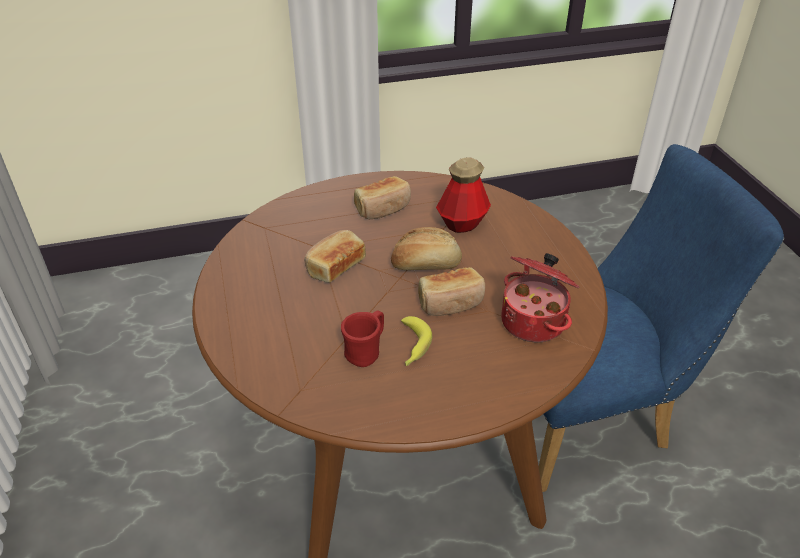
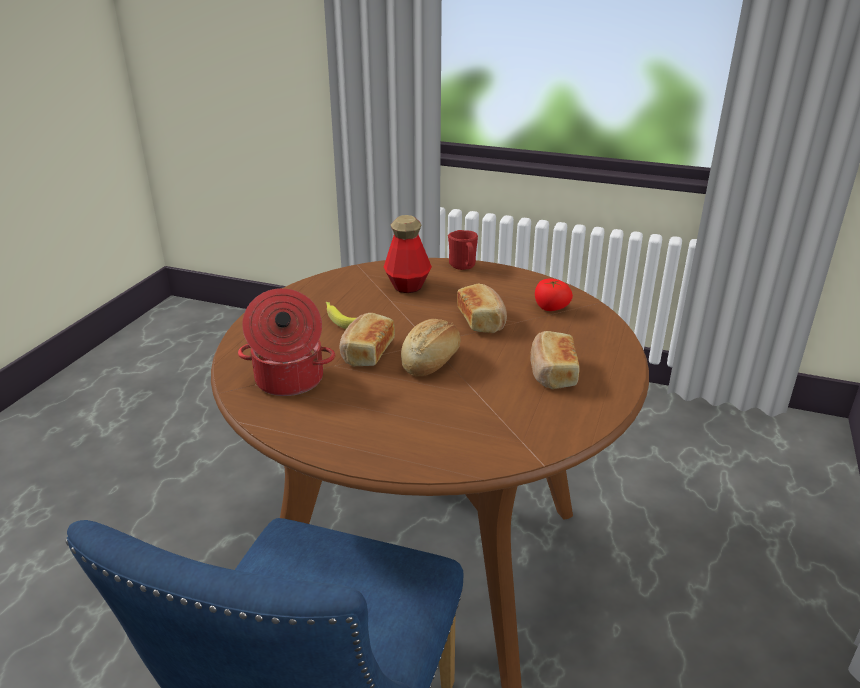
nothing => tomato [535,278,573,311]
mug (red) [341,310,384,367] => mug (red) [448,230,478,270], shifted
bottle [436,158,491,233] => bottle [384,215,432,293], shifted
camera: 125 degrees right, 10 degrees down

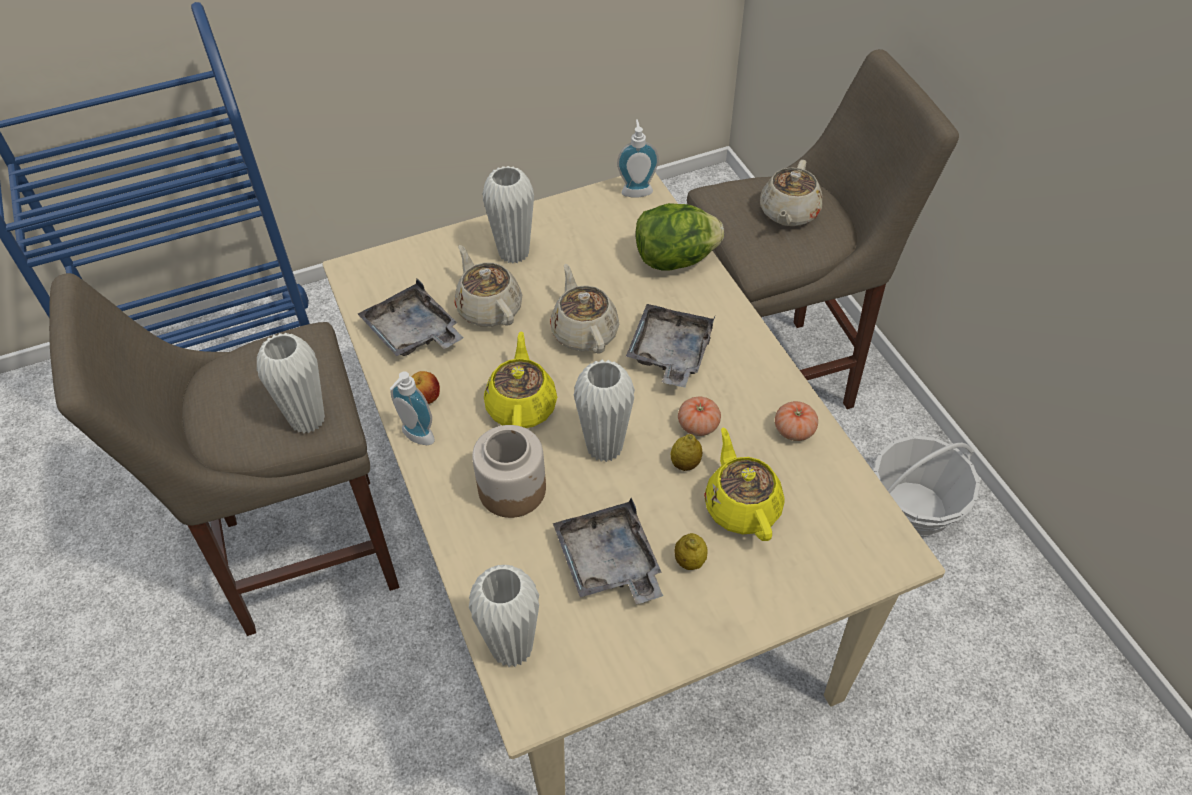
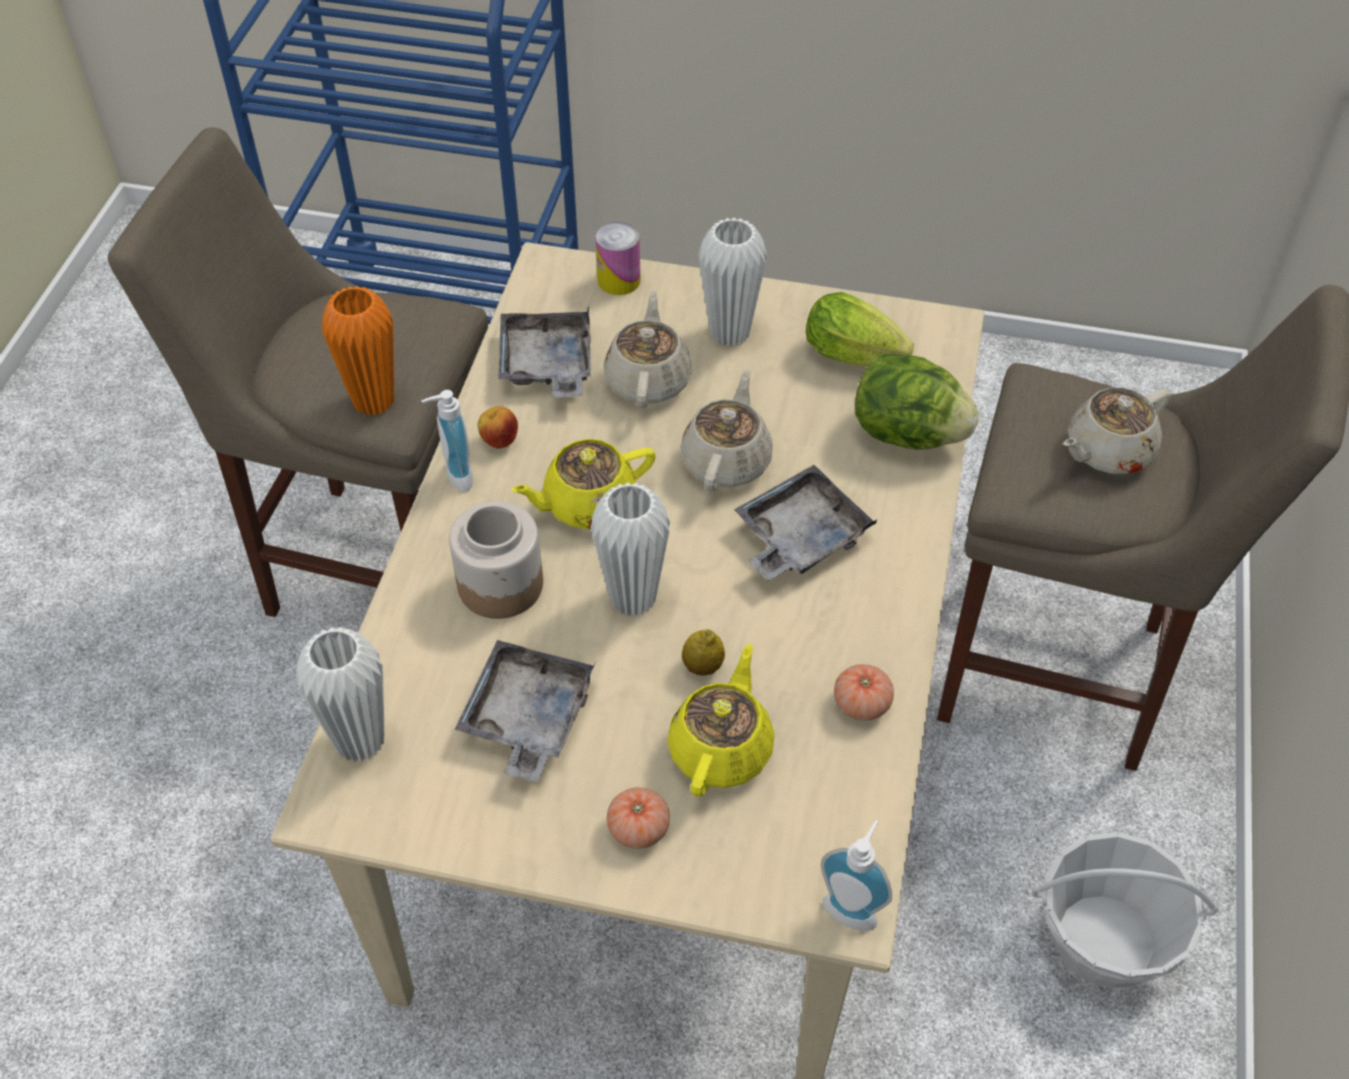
lemon [674,533,707,570] => nothing
nothing => can [595,222,641,295]
nothing => lettuce [806,292,914,366]
soap dispenser [617,119,659,198] => soap dispenser [821,821,892,931], shifted
tomato [678,396,721,436] => tomato [606,787,670,849], shifted
vase (white) [257,333,325,434] => vase (orange) [322,286,394,416]
teapot (yellow) [484,331,557,428] => teapot (yellow) [511,439,656,529], 150 degrees counterclockwise
camera: 35 degrees right, 0 degrees up

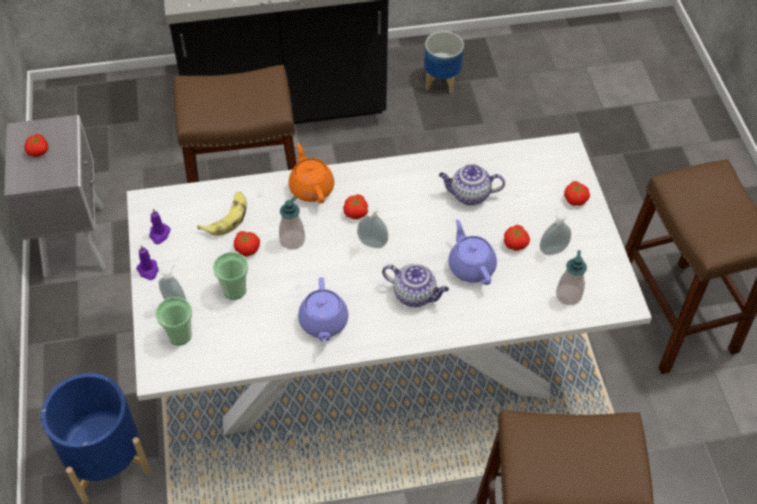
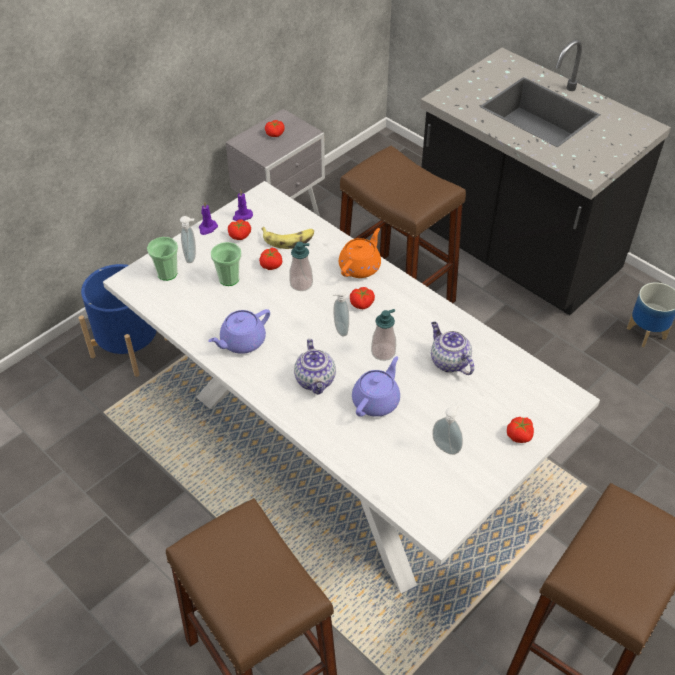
tomato [504,225,530,251] => tomato [228,219,251,240], shifted
soap dispenser [556,250,587,305] => soap dispenser [371,309,396,361], shifted
camera: 55 degrees right, 5 degrees down

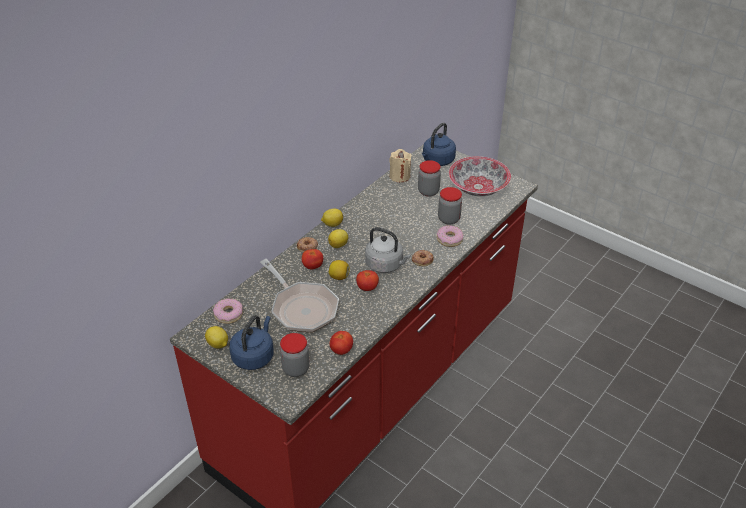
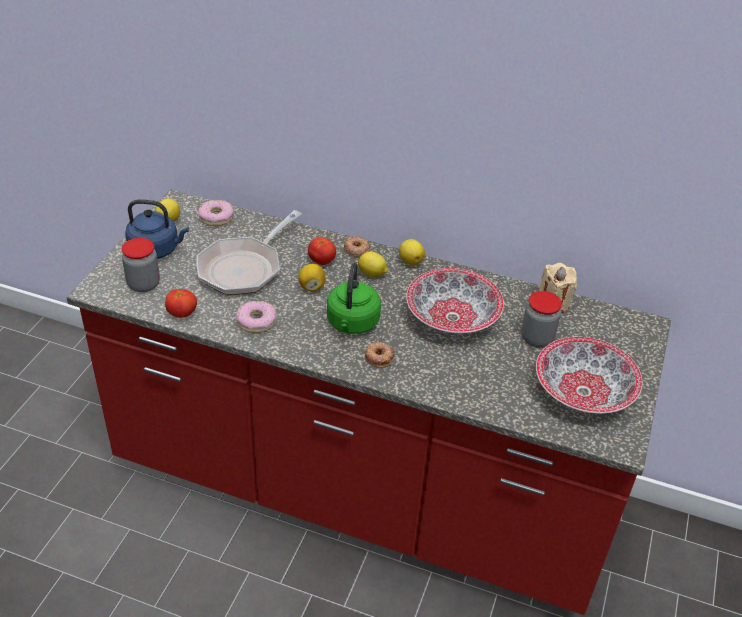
tomato [356,270,379,291] => nothing
kettle (blue) [422,123,456,166] => nothing
jar [438,187,462,225] => nothing
nothing => bowl [406,268,504,335]
donut [437,225,463,247] => donut [236,301,277,333], shifted
kettle (grey) [365,227,411,273] => kettle (green) [327,263,381,334]
camera: 70 degrees right, 0 degrees up

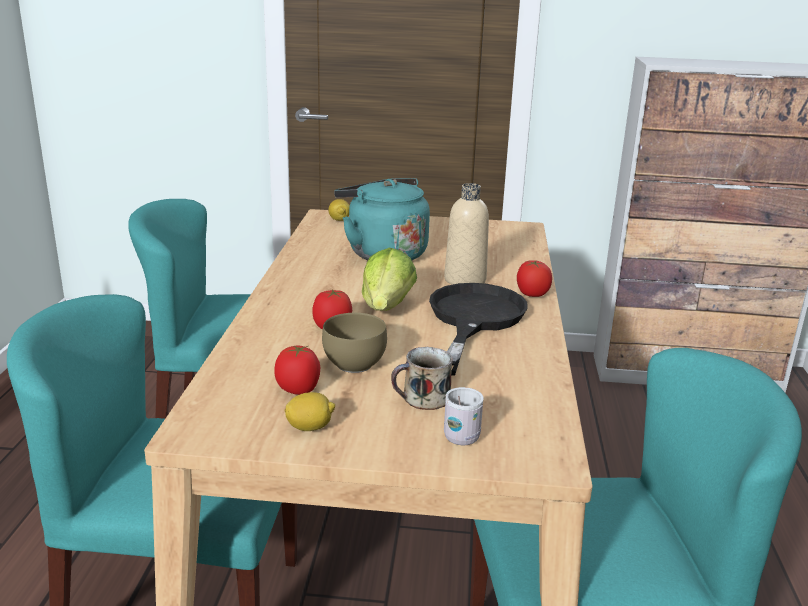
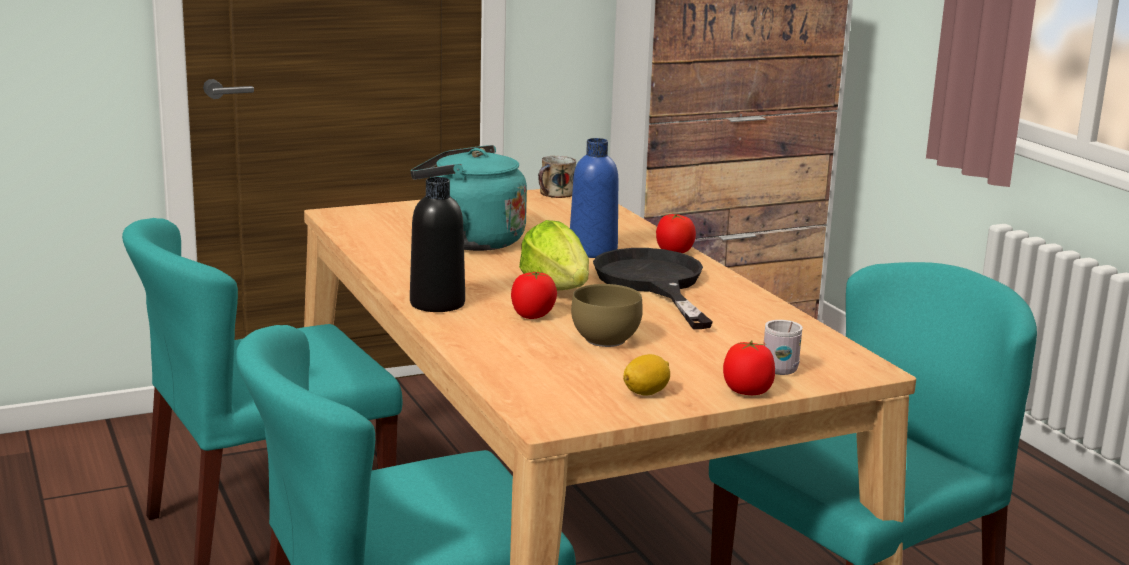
lemon [328,199,350,221] => nothing
nothing => bottle (black) [410,177,465,312]
tomato [274,346,320,395] => tomato [723,340,775,395], shifted
mug [391,347,453,410] => mug [538,156,576,198], shifted
bottle (beige) [444,183,489,285] => bottle (blue) [570,138,618,258]
camera: 30 degrees left, 5 degrees down

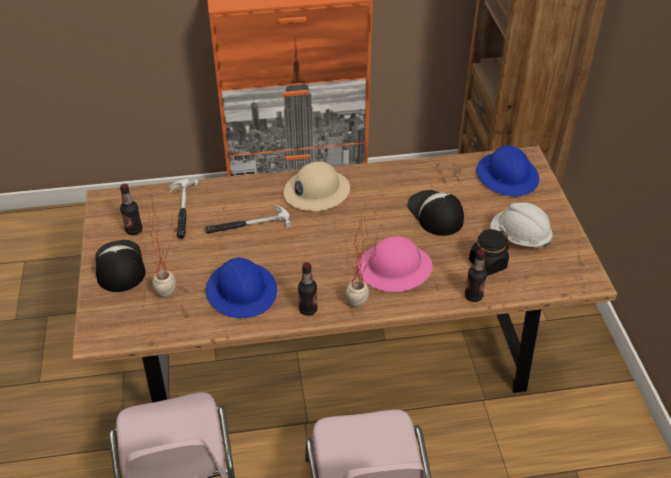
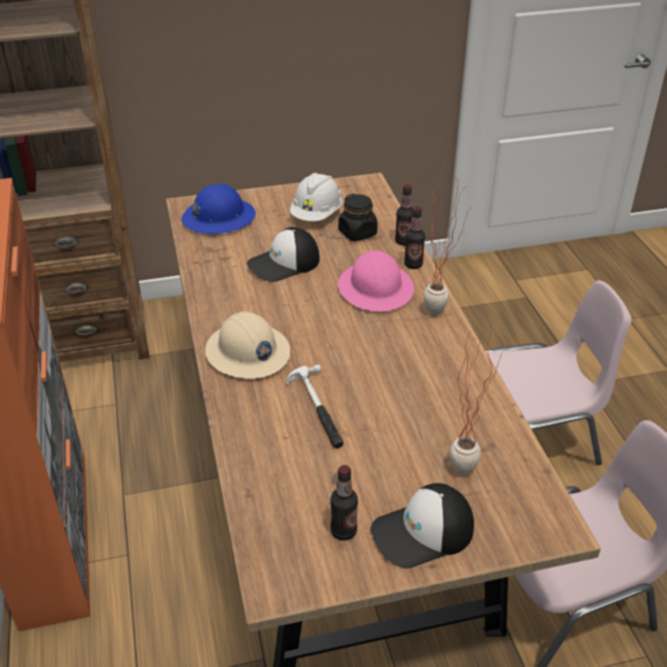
hammer [169,179,199,239] => nothing
hard hat (blue) [205,257,277,318] => nothing
bottle [298,262,318,316] => bottle [404,207,425,269], shifted
camera: 95 degrees left, 5 degrees down

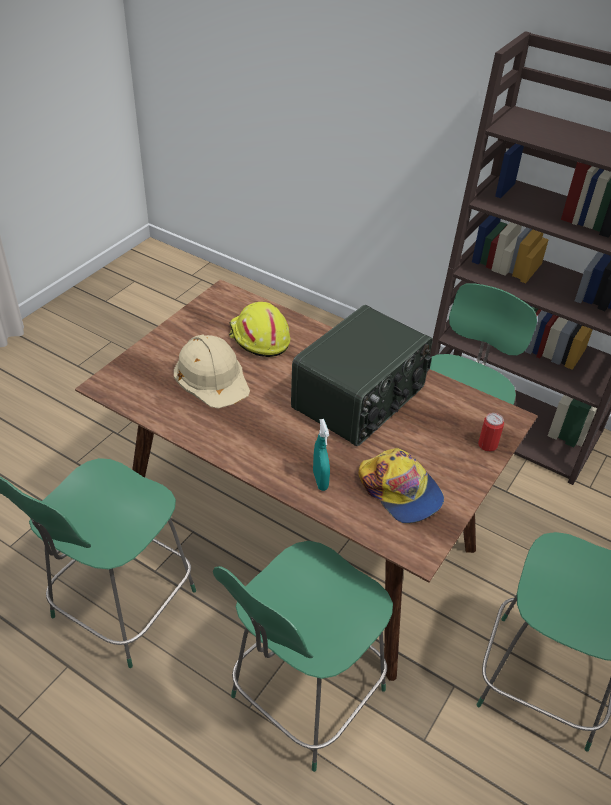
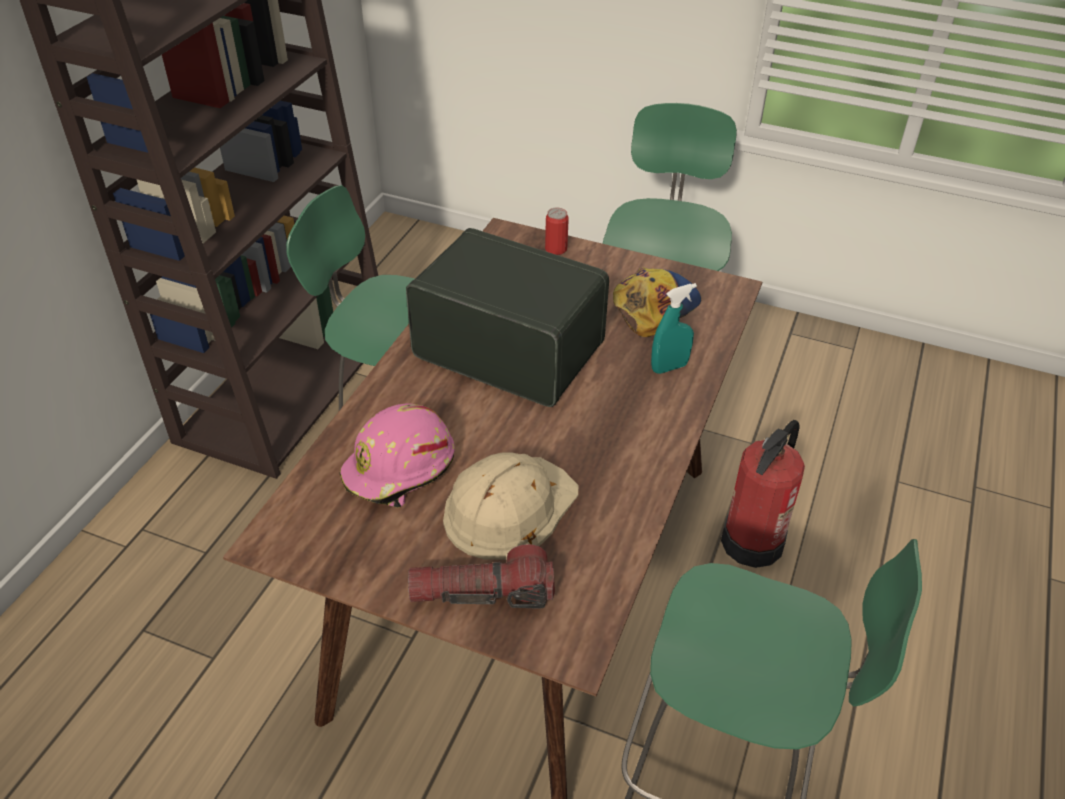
nothing => flashlight [408,544,555,609]
chair (green) [213,541,393,772] => fire extinguisher [721,420,805,568]
hard hat (yellow) [229,302,290,357] => hard hat (pink) [340,404,455,508]
camera: 100 degrees left, 0 degrees up

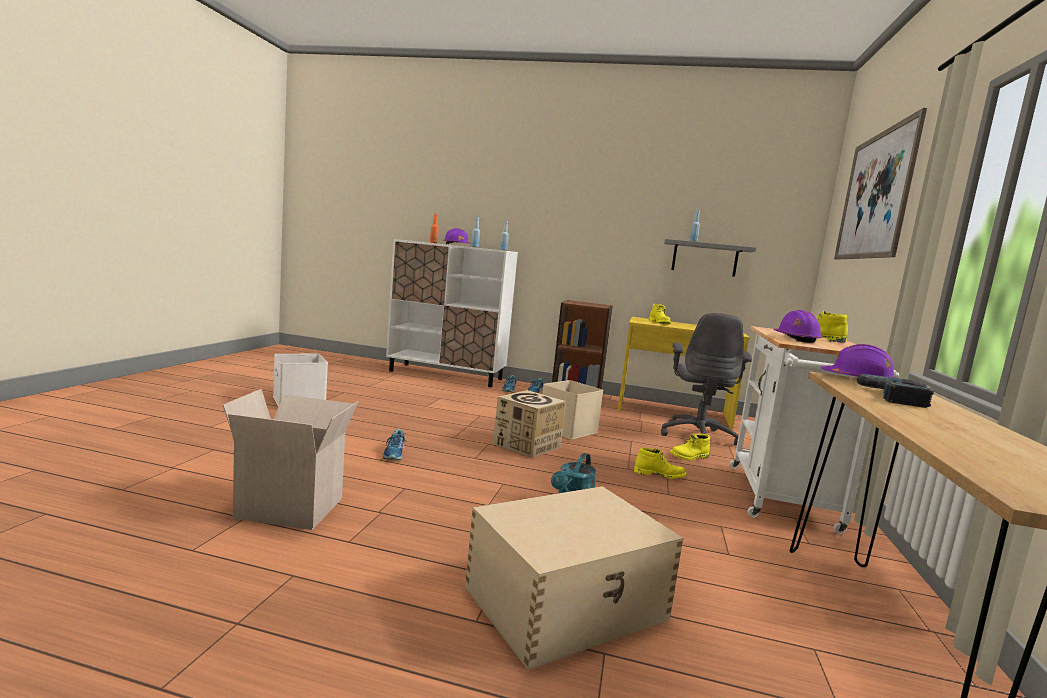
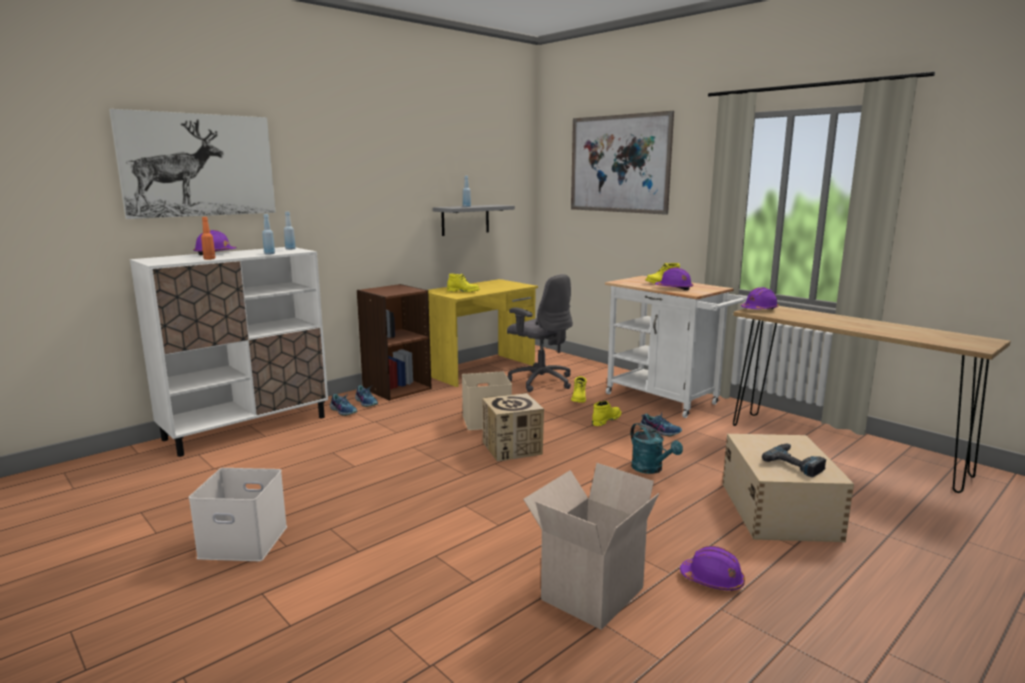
nothing => picture [109,109,276,219]
nothing => hard hat (purple) [680,546,745,591]
shoe [383,429,407,460] => shoe [640,413,682,437], shifted
power drill [857,374,934,408] => power drill [762,443,827,477], shifted
camera: 55 degrees left, 5 degrees up

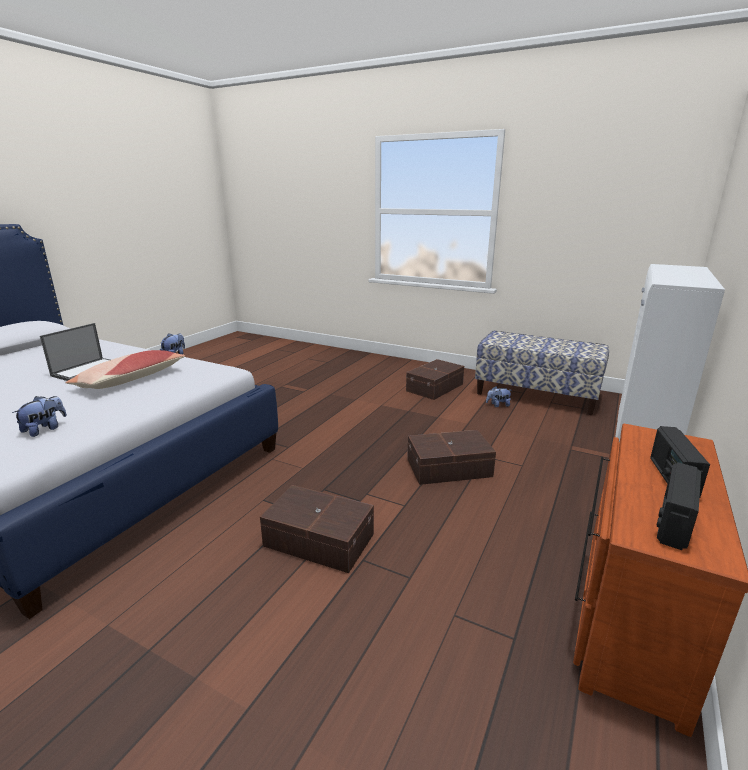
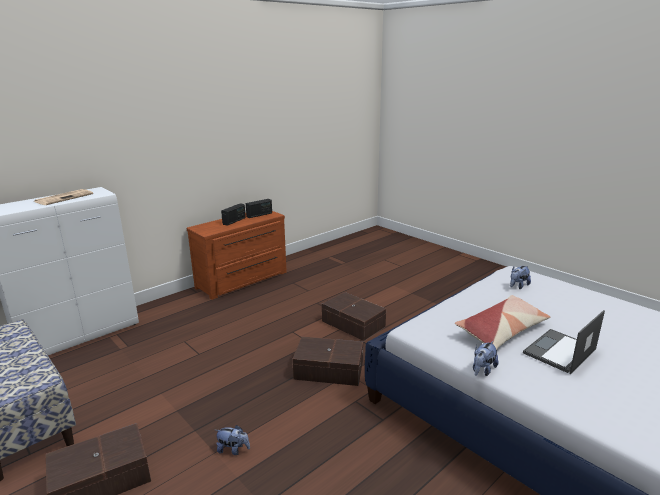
nothing => newspaper [34,189,93,205]
storage box (brown) [407,430,496,485] => storage box (brown) [293,336,363,386], shifted
plush toy [486,386,511,407] => plush toy [216,425,250,455], shifted
camera: 160 degrees left, 0 degrees up

